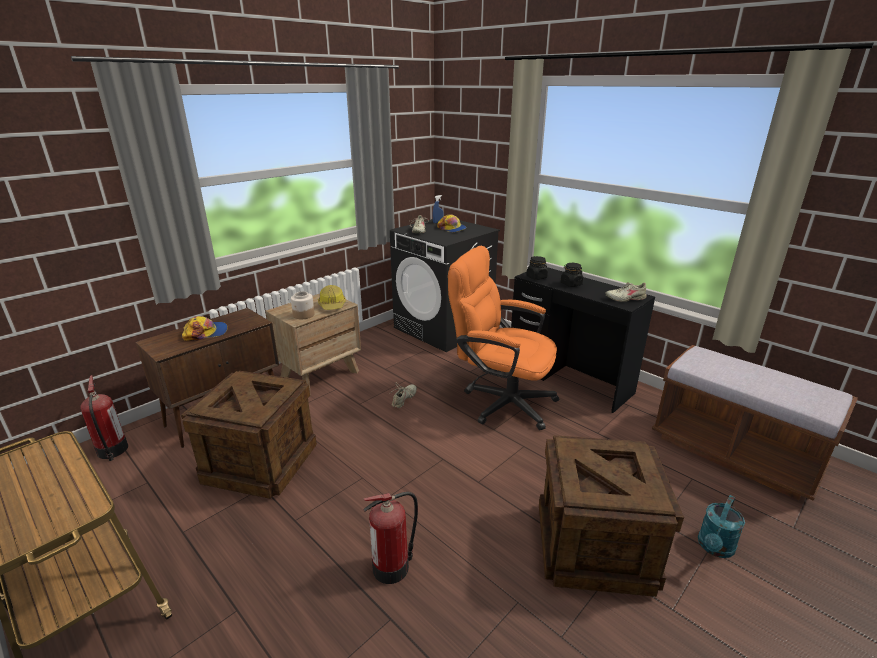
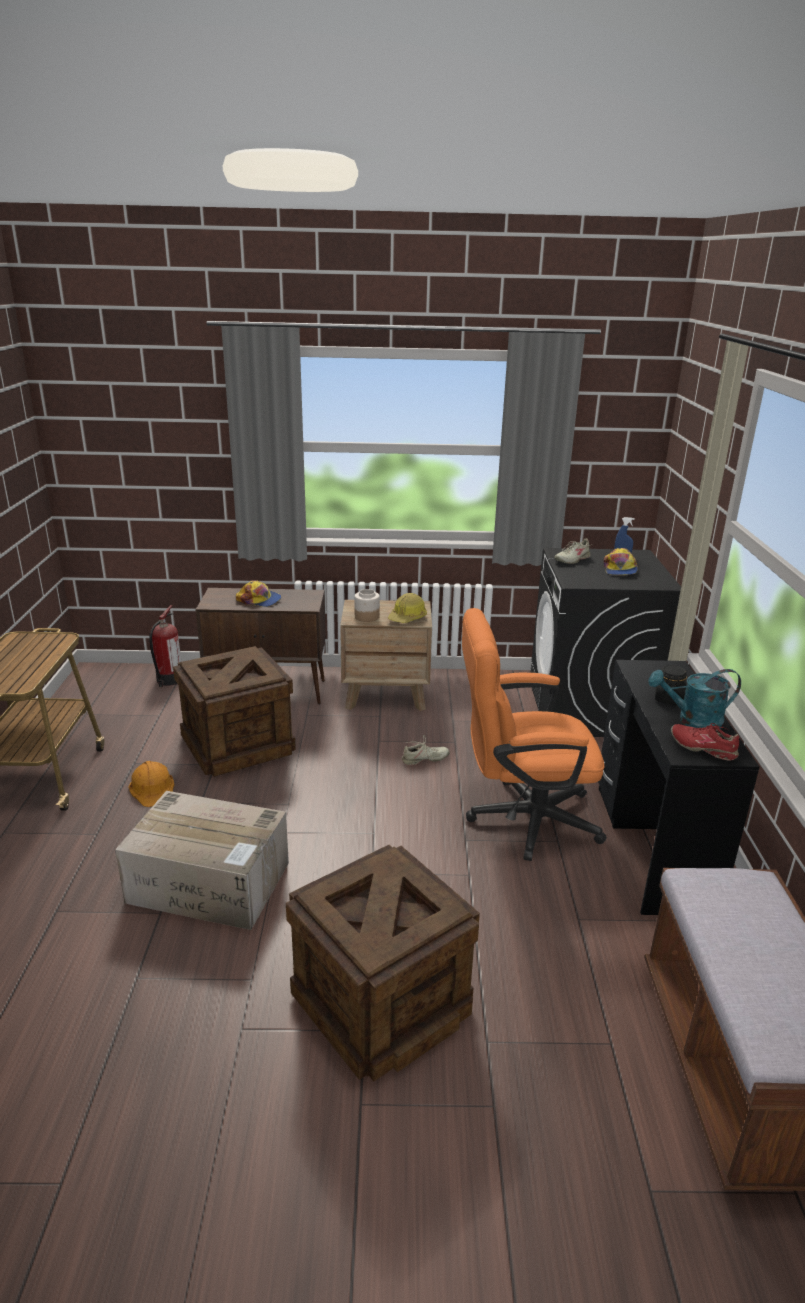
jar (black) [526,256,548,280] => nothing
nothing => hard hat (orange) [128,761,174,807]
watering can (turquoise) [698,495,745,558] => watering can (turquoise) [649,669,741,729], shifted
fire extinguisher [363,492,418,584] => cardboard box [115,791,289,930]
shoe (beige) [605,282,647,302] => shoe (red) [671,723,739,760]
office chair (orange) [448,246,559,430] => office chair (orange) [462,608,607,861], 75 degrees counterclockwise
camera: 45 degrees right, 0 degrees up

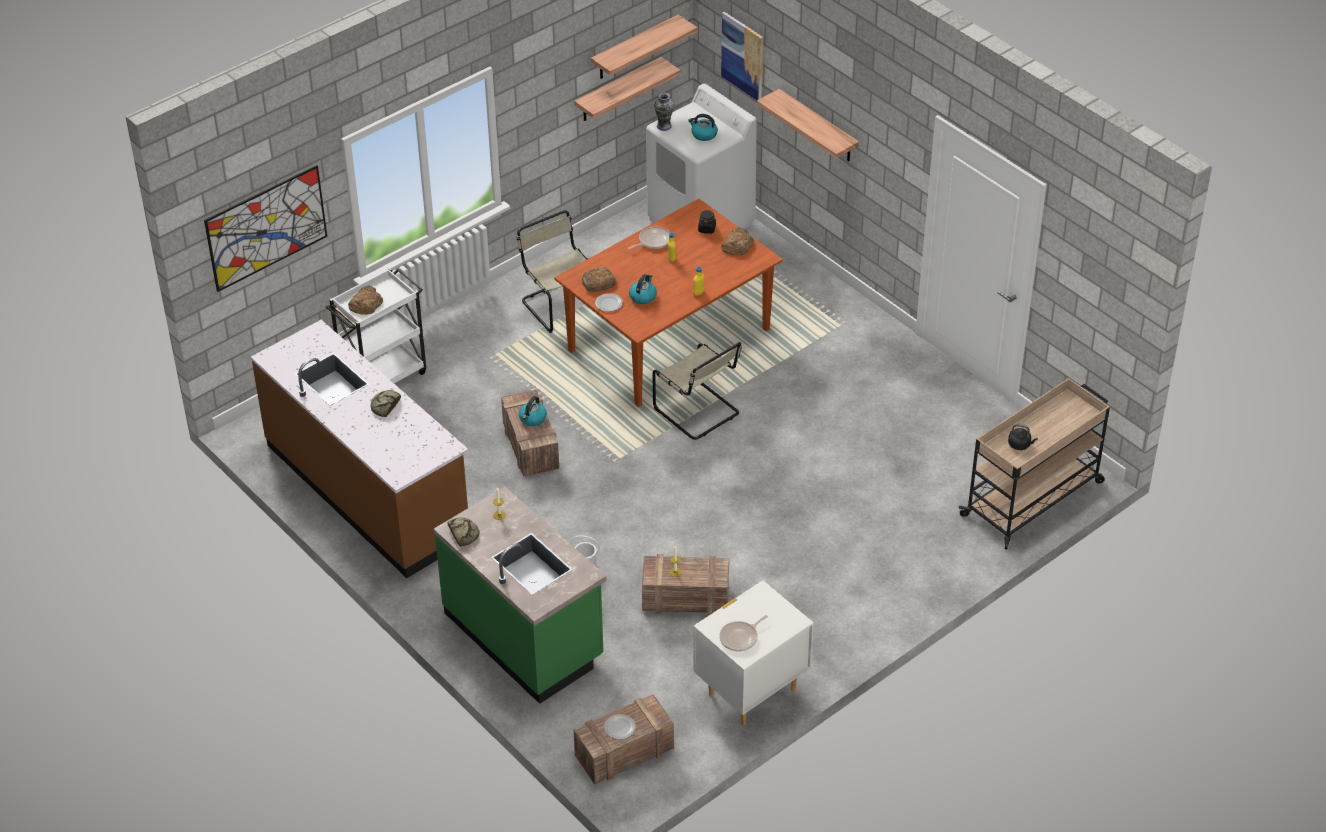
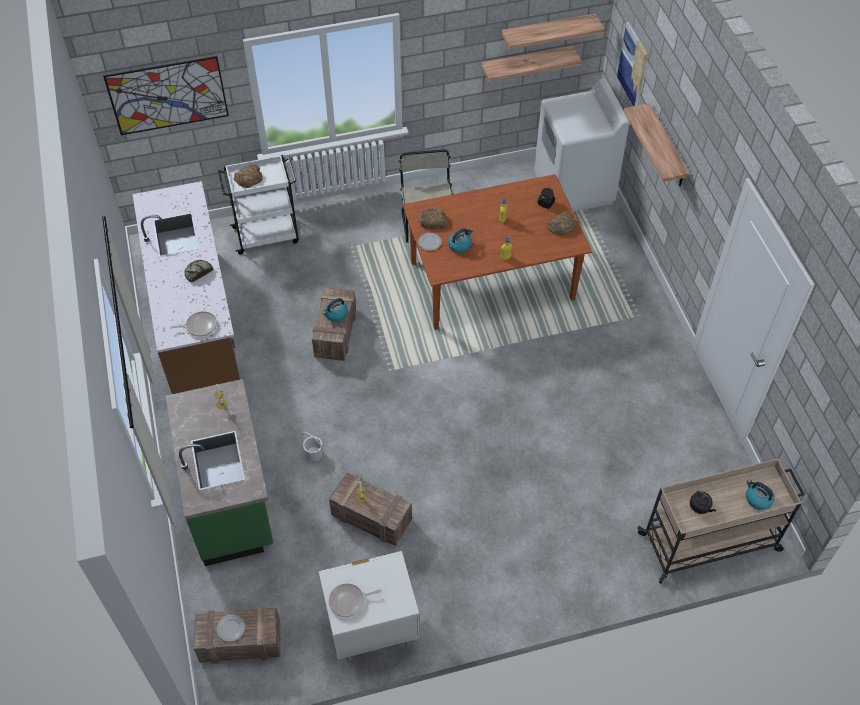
bread [447,517,480,547] => nothing
chair (beige) [653,342,742,440] => nothing
vase [654,92,675,131] => nothing
frying pan [629,227,670,249] => frying pan [170,311,217,337], shifted
kettle [688,114,718,141] => kettle [746,480,775,510], shifted
camera: 25 degrees right, 10 degrees up

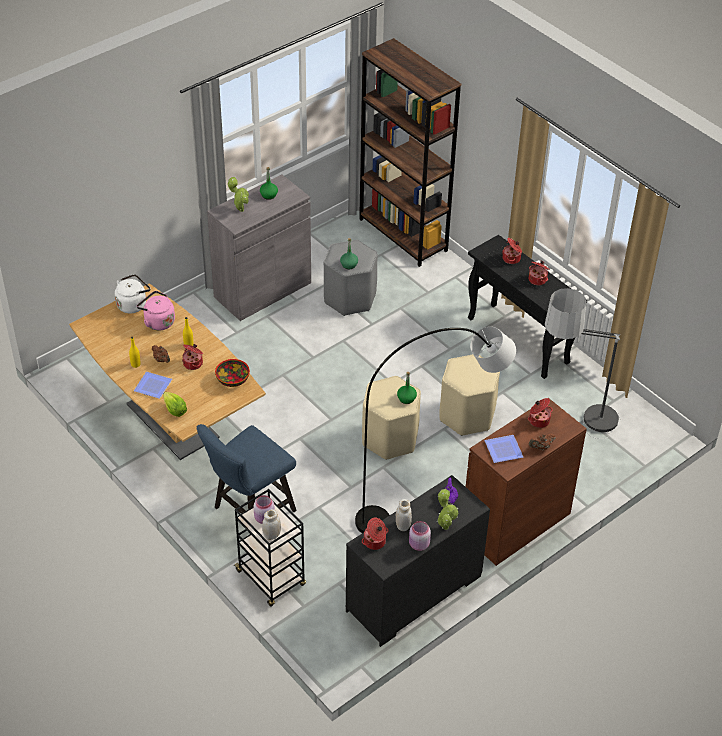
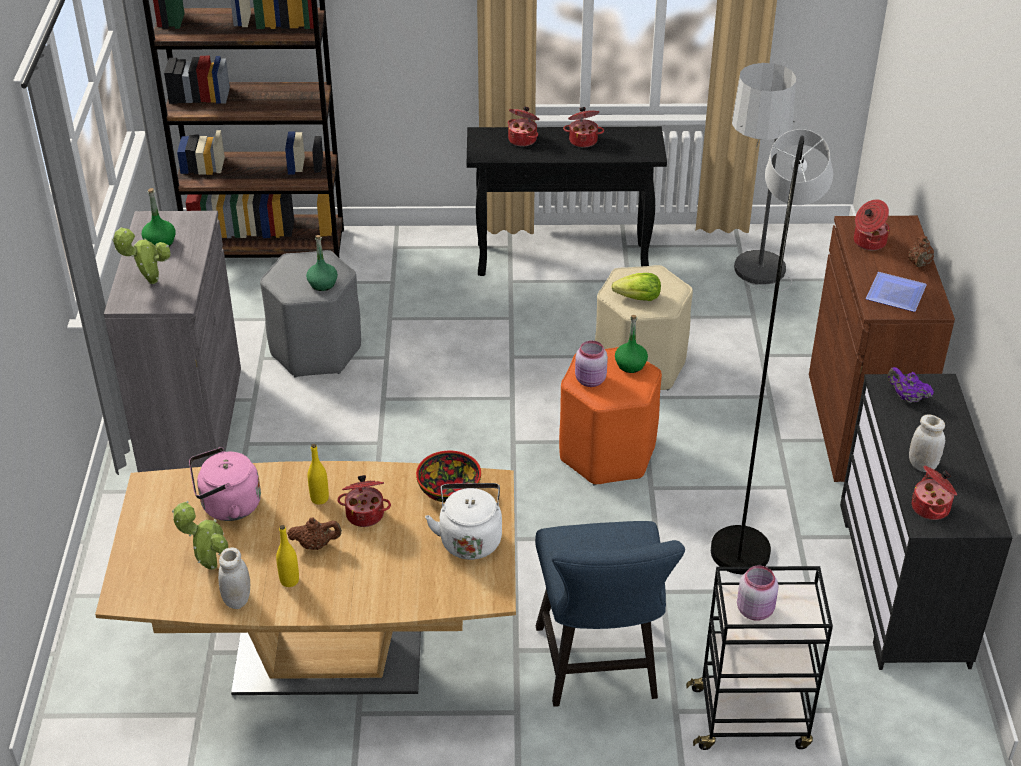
plate [134,372,172,399] => nothing
kettle (white) [115,274,151,314] => kettle (white) [425,483,502,560], shifted
lettuce [163,392,187,417] => lettuce [611,273,661,301], shifted
jar (white) [262,509,281,540] => jar (white) [218,547,250,609], shifted
jar (pink) [409,521,431,551] => jar (pink) [575,341,608,387], shifted
potted plant [437,489,458,530] => potted plant [172,501,228,569], shifted
stool (beige) [362,376,421,460] => stool (orange) [559,347,662,486]
camera: 50 degrees left, 5 degrees down

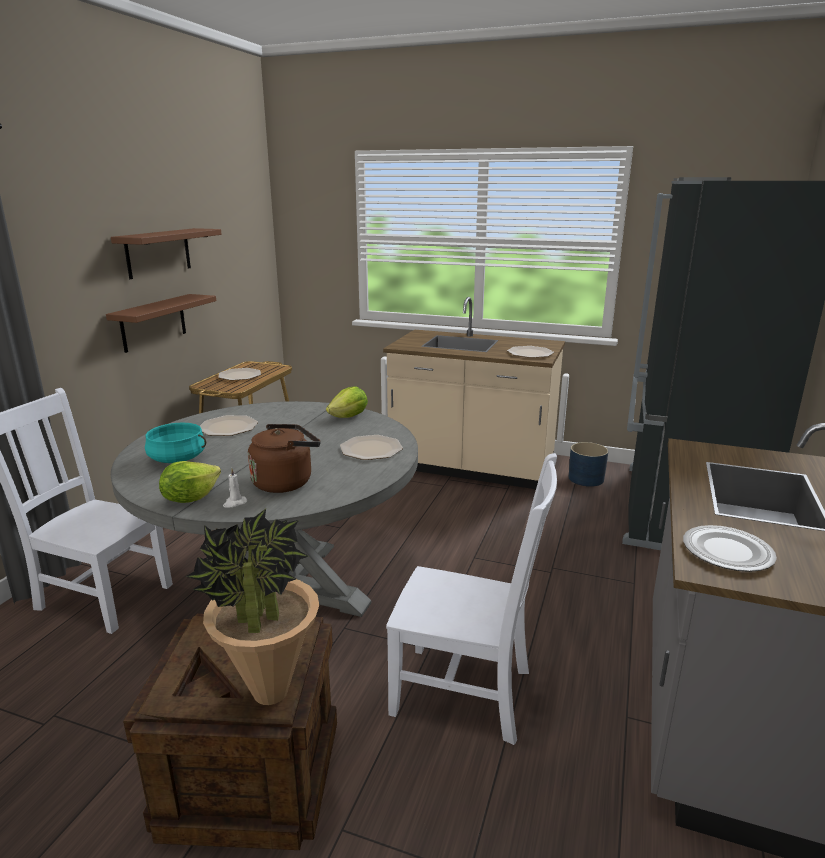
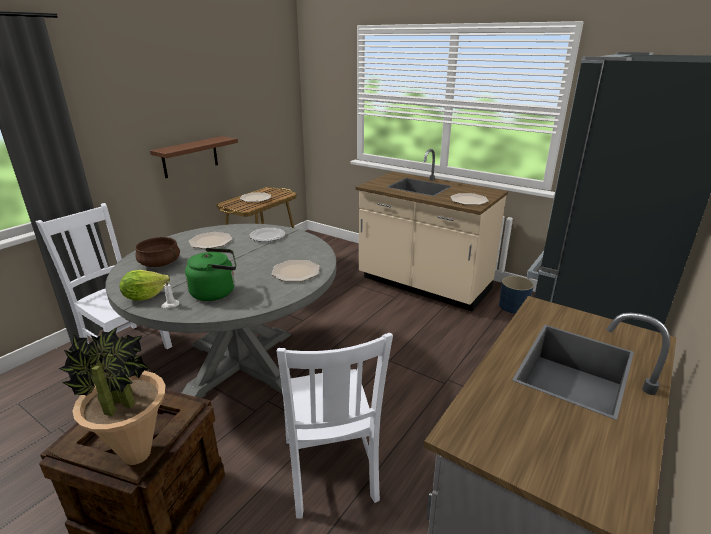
shelf (brown) [111,228,221,279] => nothing
lettuce [326,386,368,418] => nothing
plate [683,525,777,572] => plate [249,228,285,242], shifted
cooking pot (turquoise) [145,422,206,463] => cooking pot (brown) [135,237,180,267]
kettle (brown) [248,424,320,493] => kettle (green) [185,248,236,301]
chair (white) [386,453,557,745] => chair (white) [277,333,393,519], 45 degrees clockwise
camera: 15 degrees right, 5 degrees up

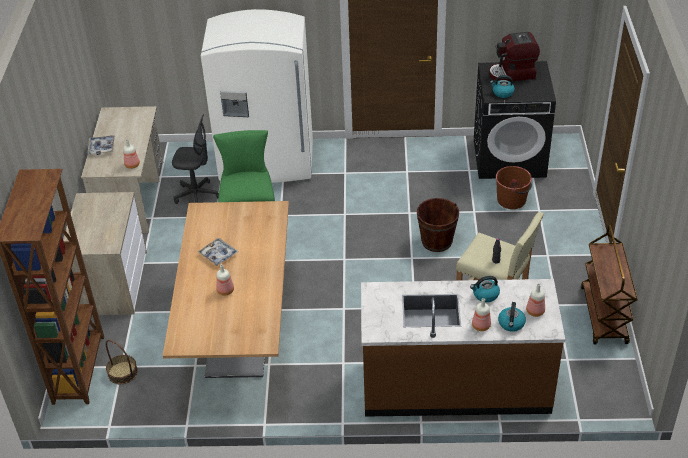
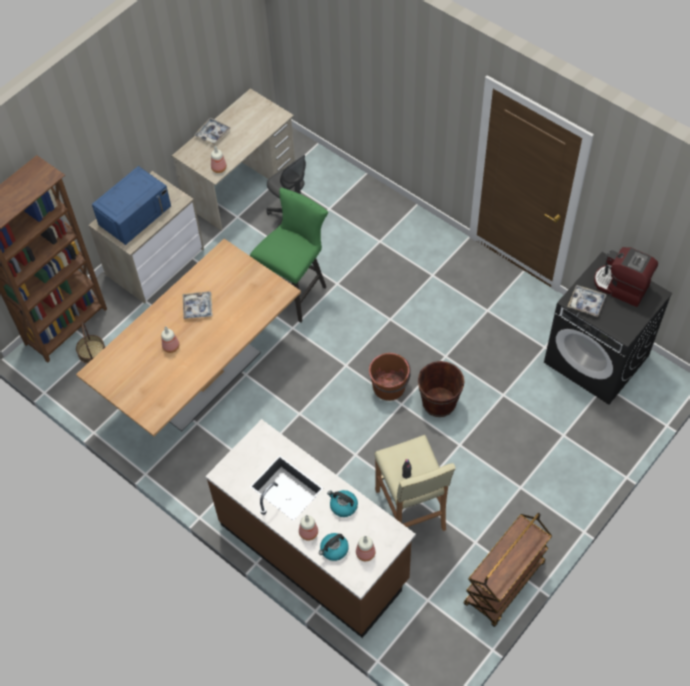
fridge (white) [201,9,313,183] => nothing
nothing => microwave (blue) [92,166,171,245]
bucket (brown) [496,166,532,209] => bucket (brown) [369,353,411,401], shifted
kettle [490,75,515,98] => tray [567,285,607,317]
camera: 40 degrees right, 15 degrees up

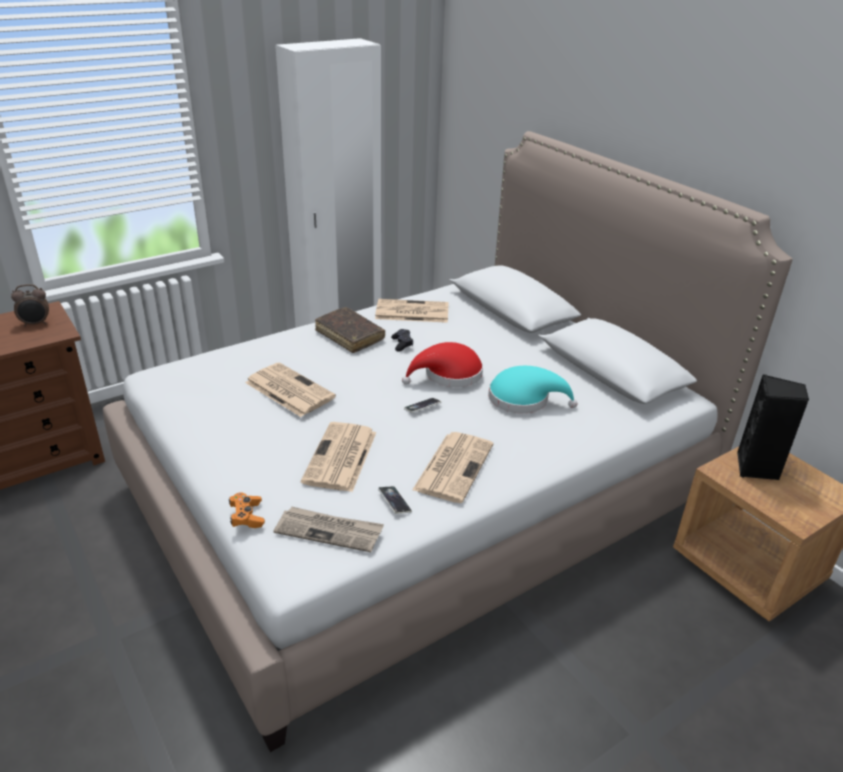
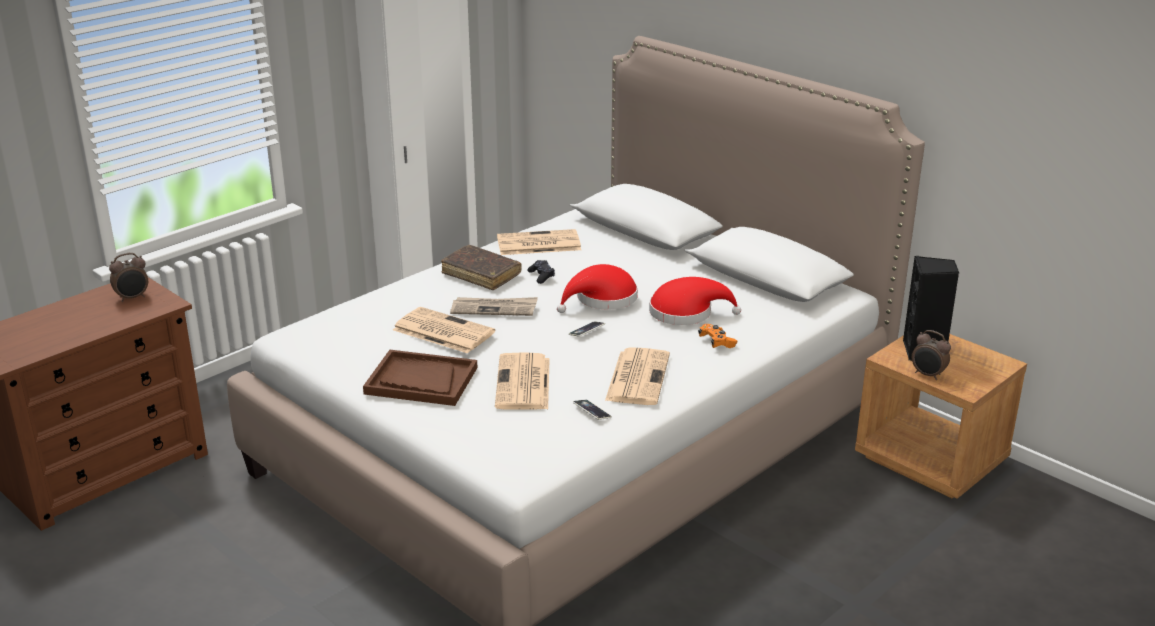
nothing => tray (brown) [363,350,478,406]
nothing => alarm clock [912,330,951,380]
game controller (orange) [229,492,265,528] => game controller (orange) [698,324,737,348], shifted
newspaper [274,507,384,552] => newspaper [450,297,538,316], shifted
hat (turquoise) [488,366,577,413] => hat (red) [649,277,741,325]
camera: 10 degrees left, 5 degrees down

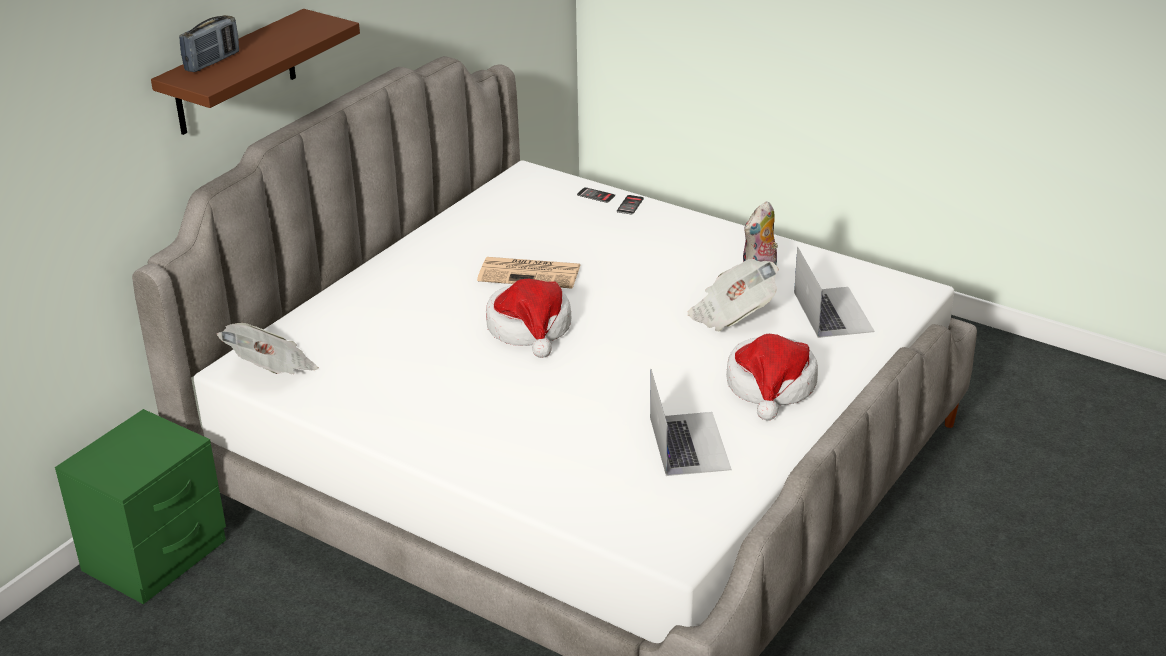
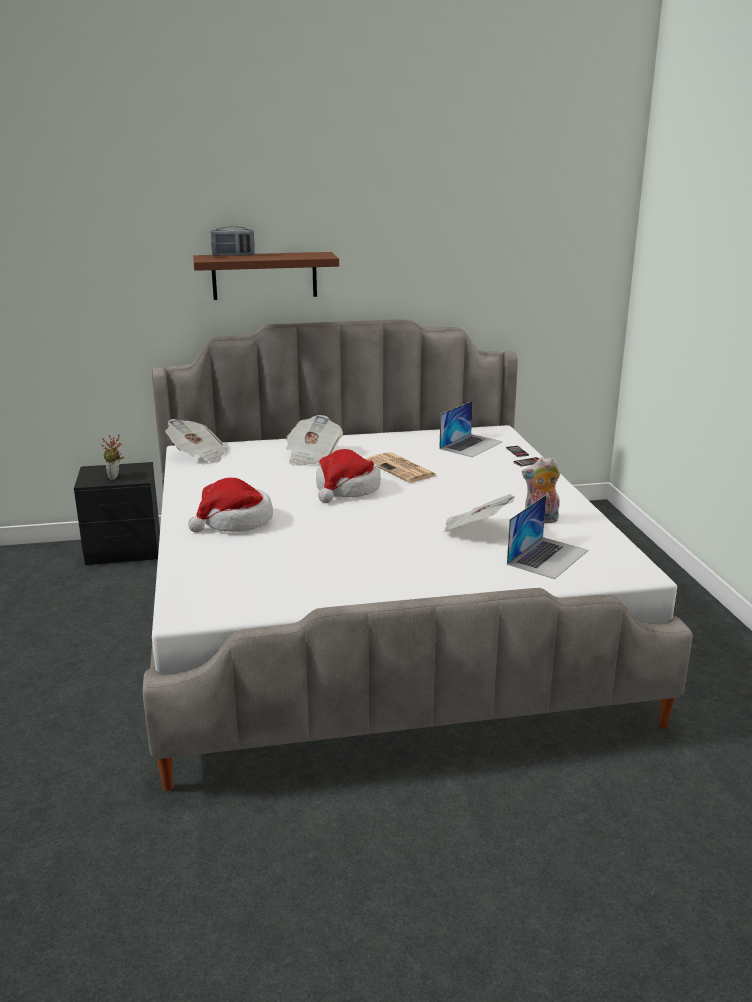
nothing => potted plant [101,435,124,480]
nothing => newspaper [286,415,343,466]
laptop [650,369,732,476] => laptop [439,401,503,457], shifted
hat [726,334,818,421] => hat [188,478,273,532], shifted
nightstand (green) [55,409,226,604] => nightstand (black) [74,462,160,565]
camera: 45 degrees right, 10 degrees down

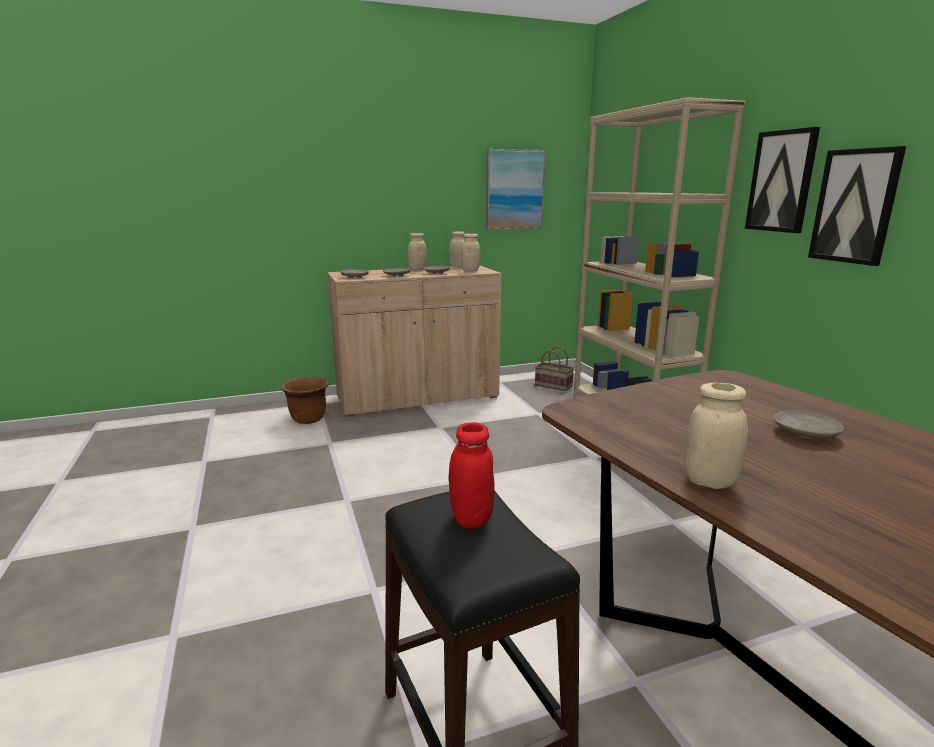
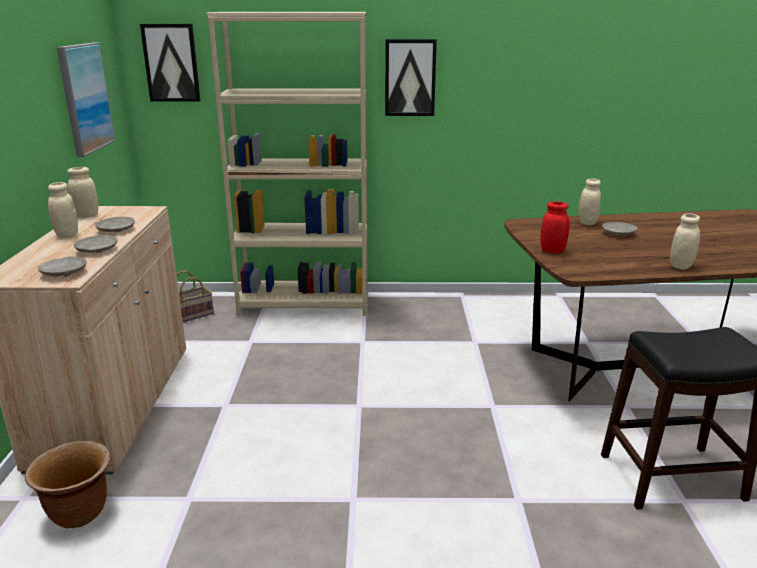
jar (red) [449,422,495,529] => jar (red) [540,202,570,254], shifted
jar (beige) [461,234,481,272] => jar (beige) [579,179,601,225], shifted
picture [808,146,906,266] => picture [140,24,201,102], shifted
camera: 70 degrees left, 5 degrees up

